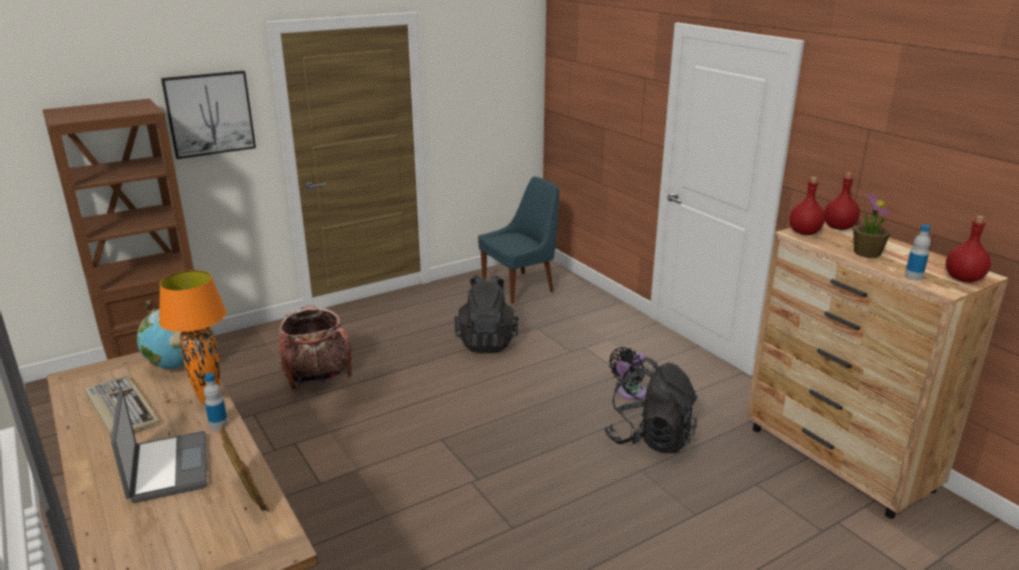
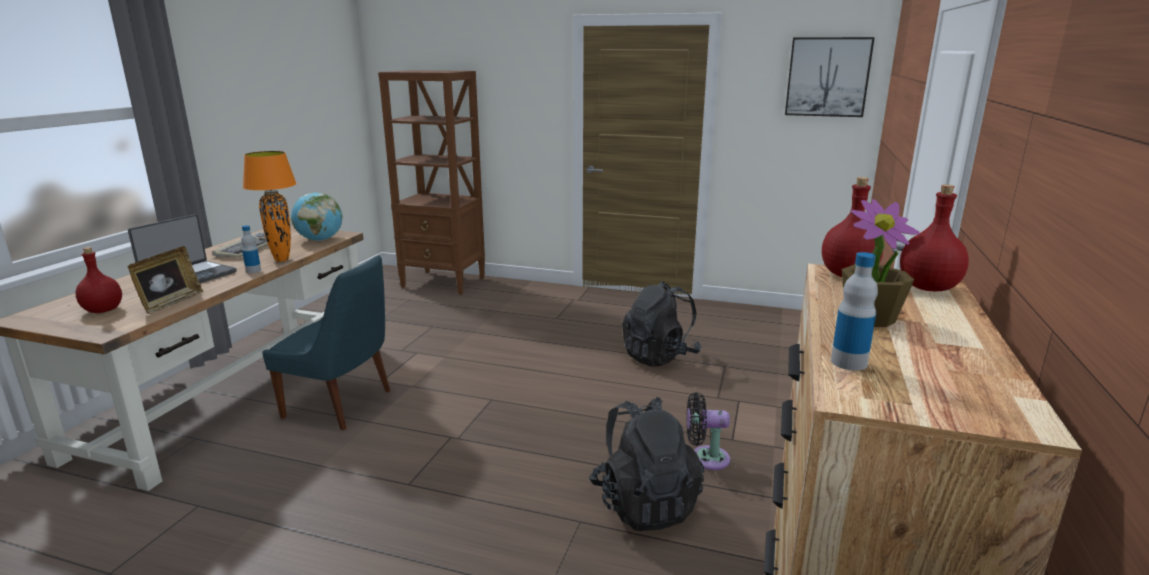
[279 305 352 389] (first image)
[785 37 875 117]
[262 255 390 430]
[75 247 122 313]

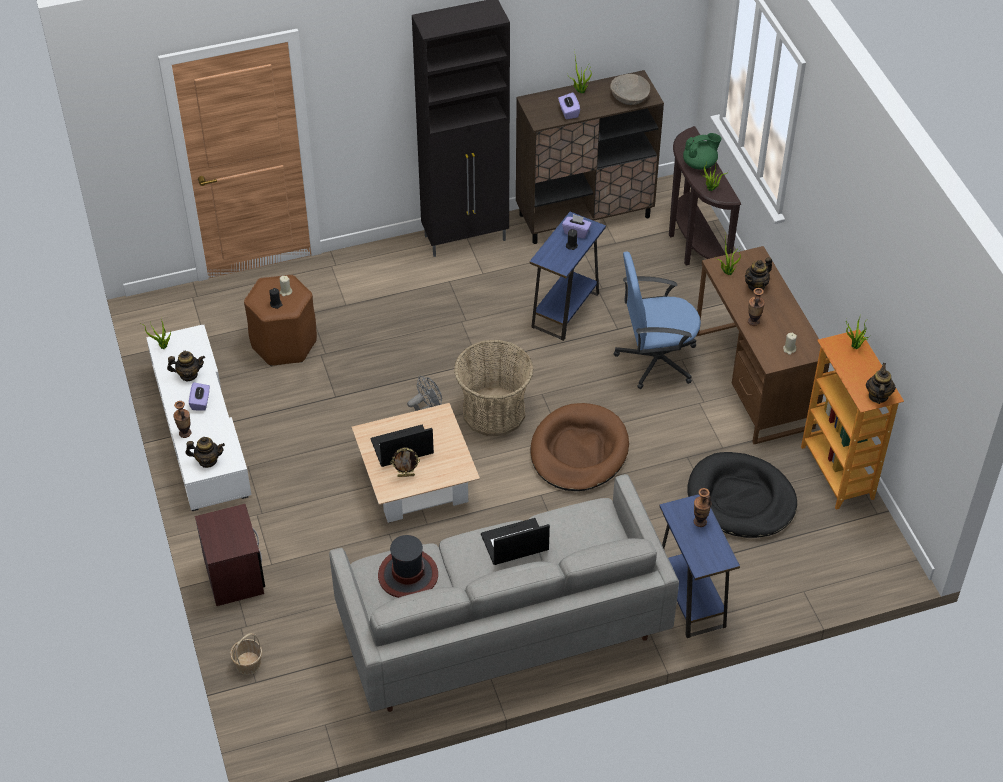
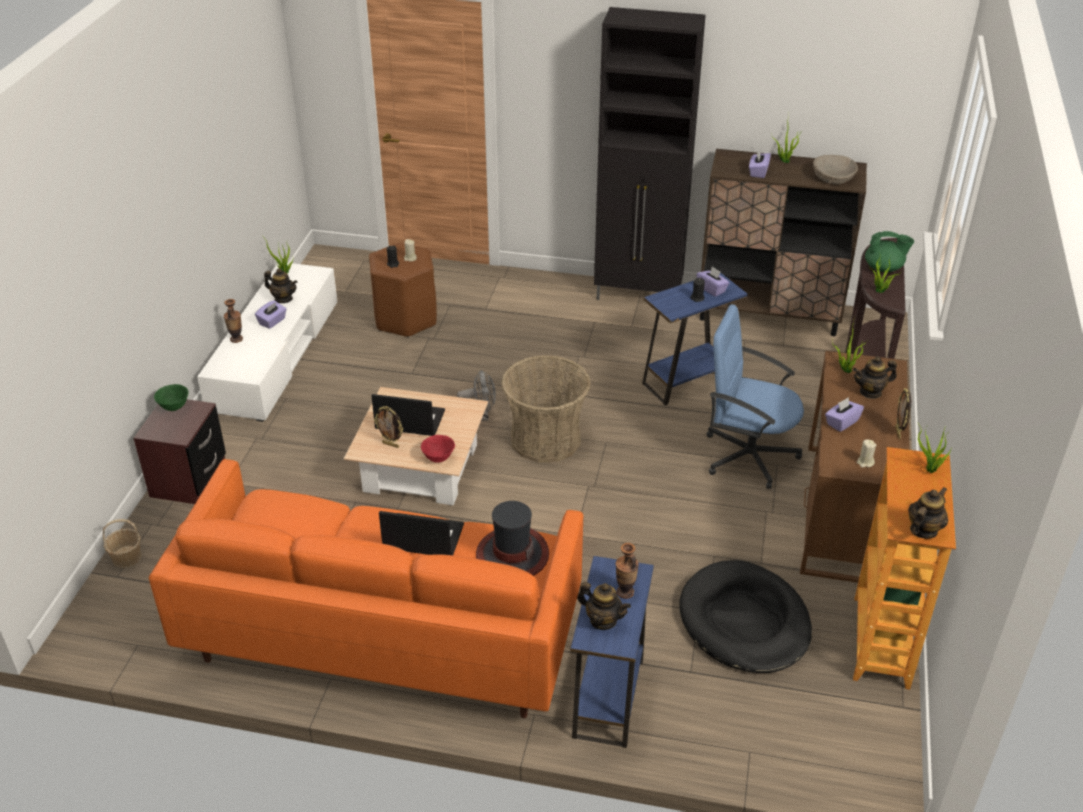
[530 403 629 491] (first image)
[154 384 189 411]
[421 435 455 463]
[895 388 911 439]
[577 582 631 630]
[476 501 549 576]
[825 397 864 432]
[149 459 583 718]

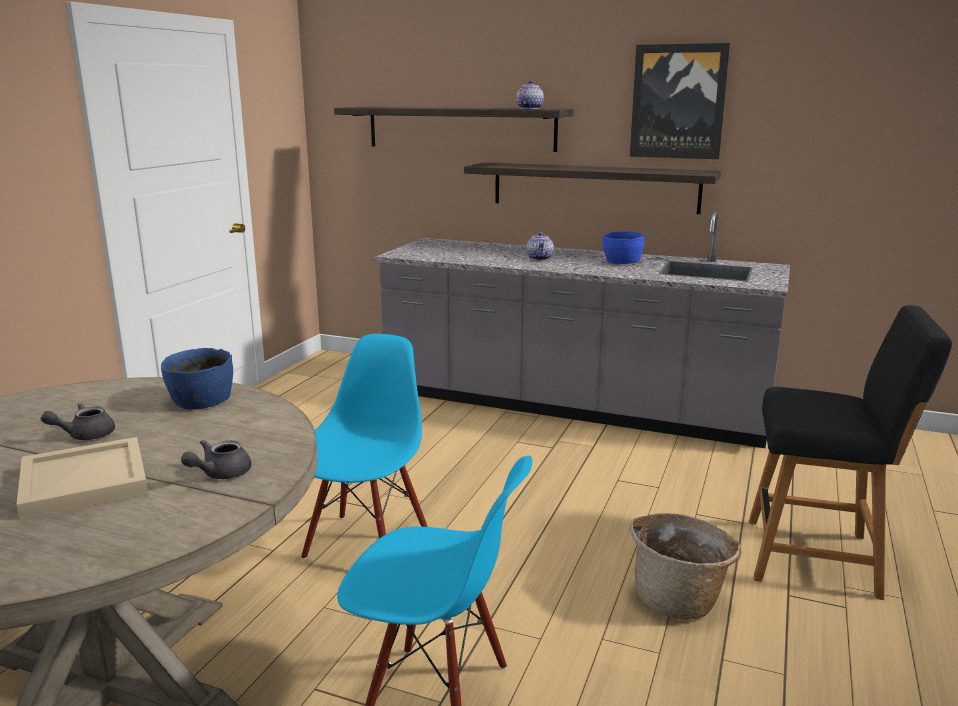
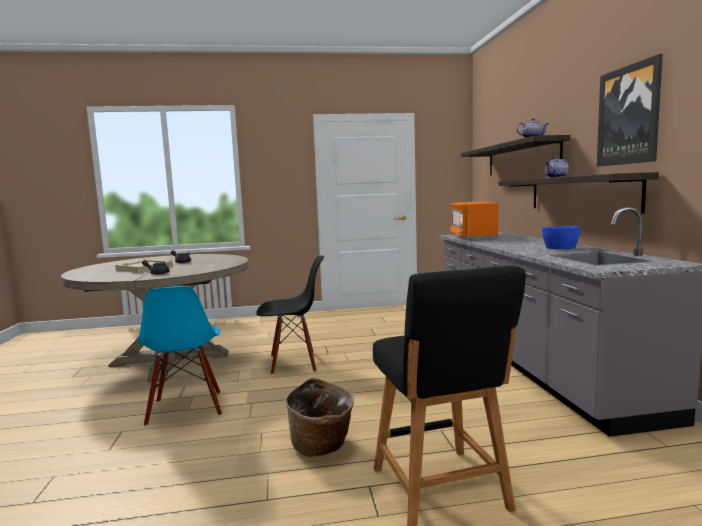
[161 348 233 410] (first image)
[450 202 498 240]
[545 156 569 178]
[256 255 324 375]

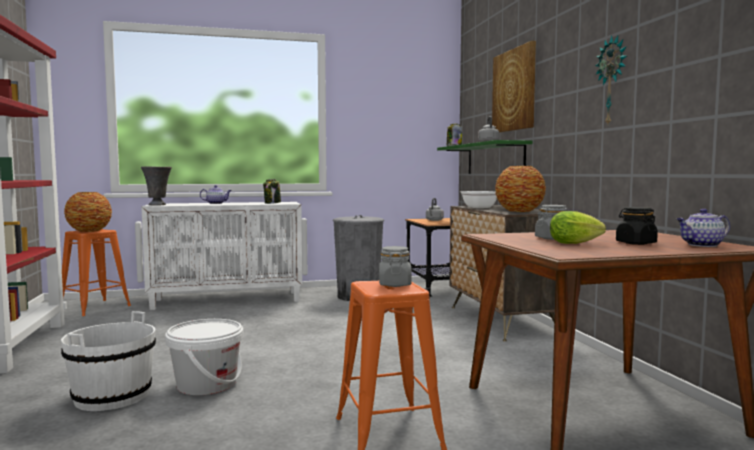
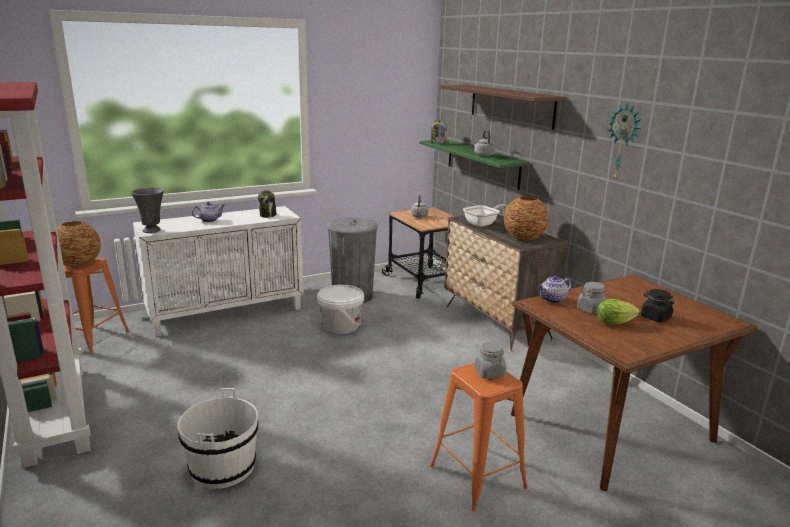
[317 285 364 334]
[538 276 572 303]
[440 85 567 130]

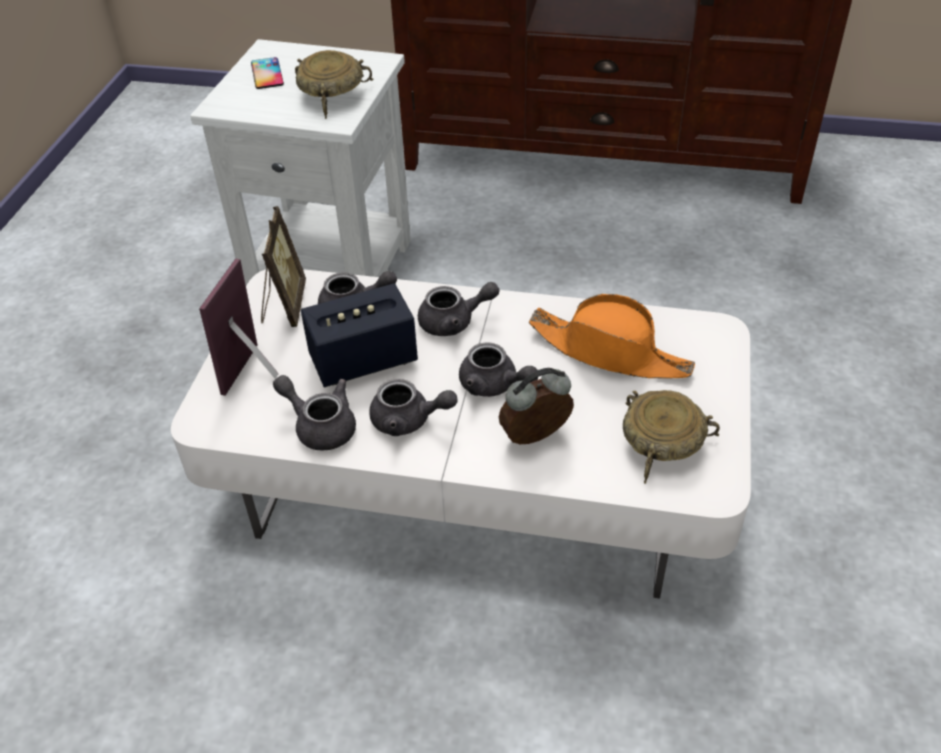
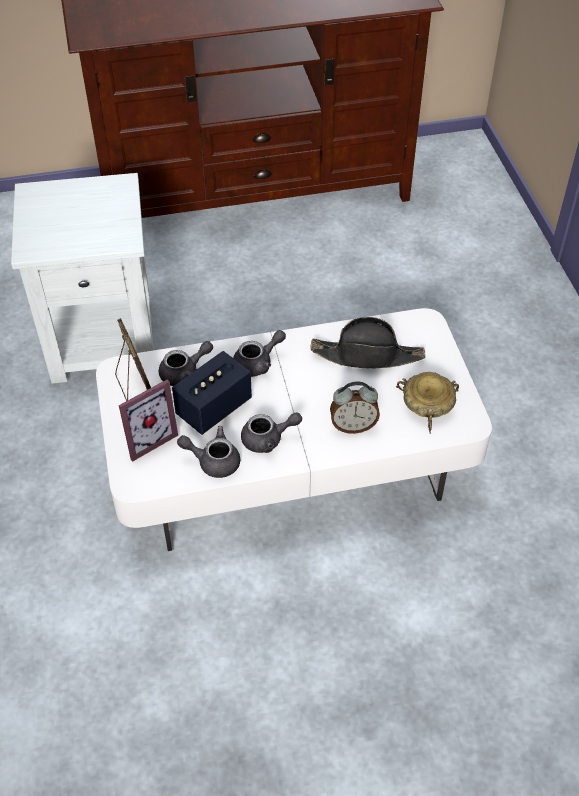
[251 57 284 89] (first image)
[295 50 373 119] (first image)
[459 342 538 397] (first image)
[310 317 425 369]
[119 379 178 462]
[330 381 380 434]

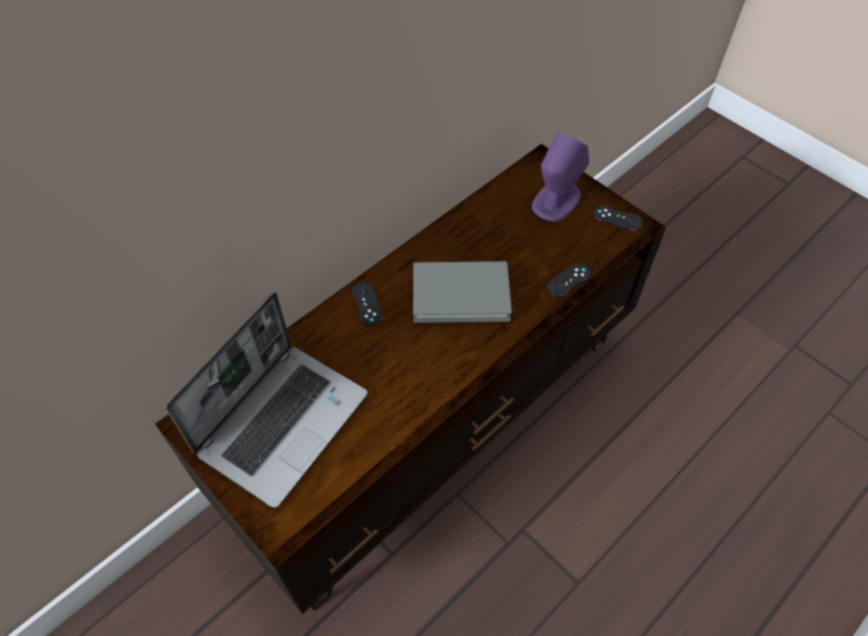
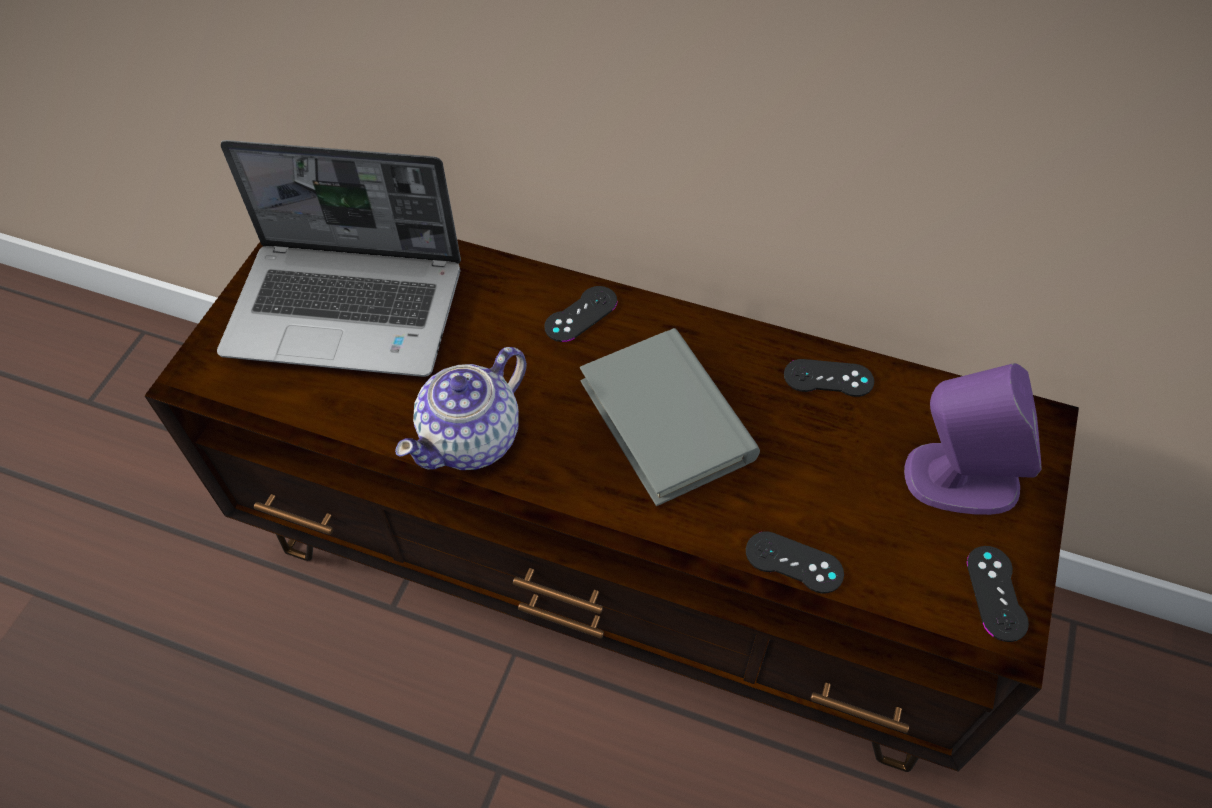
[395 347 527 470]
[784 359 874 397]

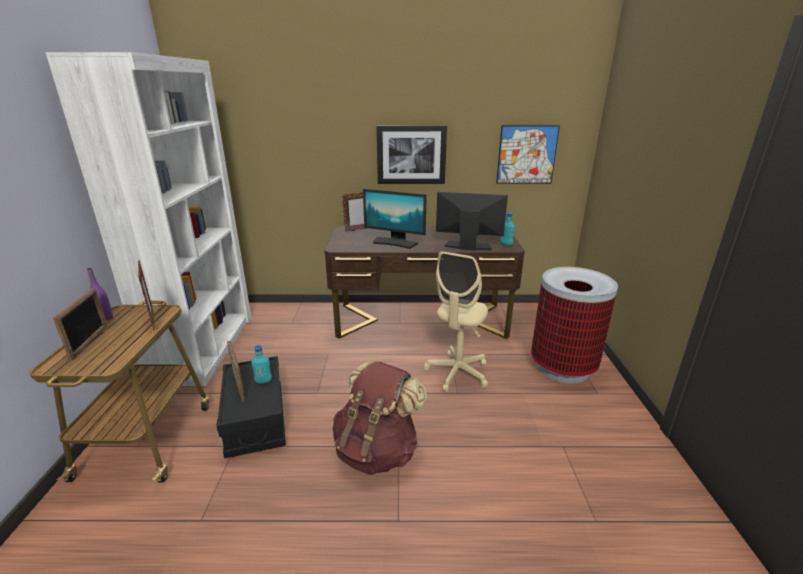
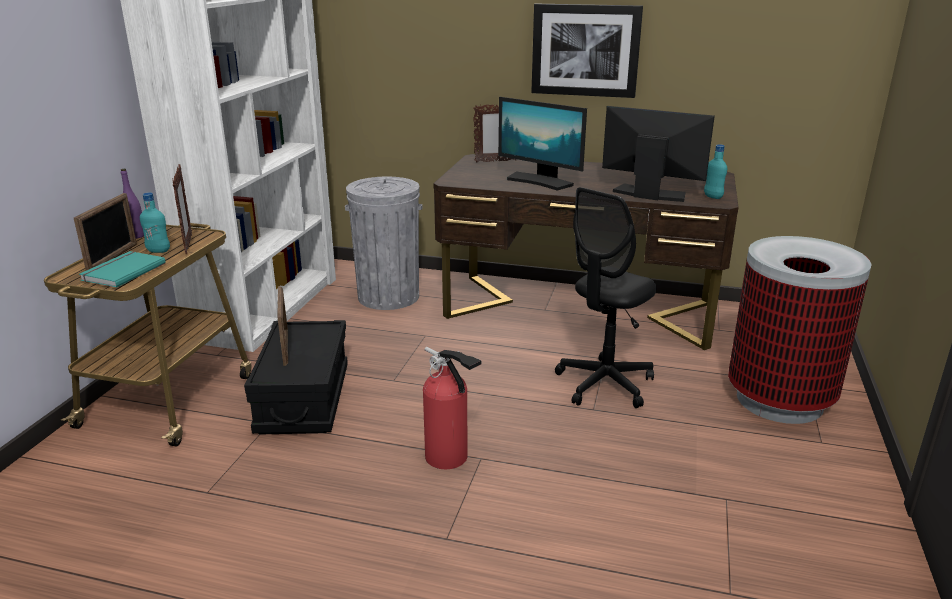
[496 125 560 184] (first image)
[79 251 166 288]
[345 177 423 310]
[140 192 170 253]
[423 347 482 469]
[555 187 656 408]

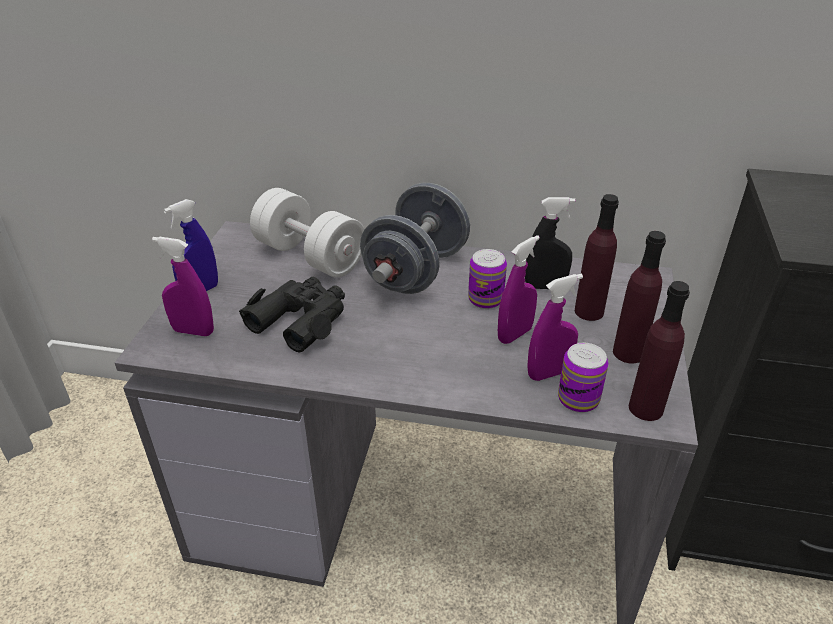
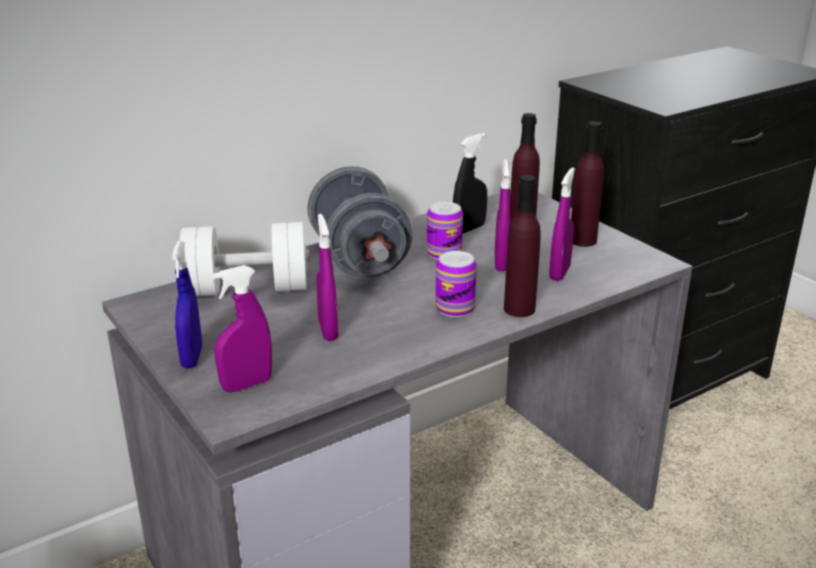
[435 251 477 317]
[504 175 541 317]
[317 214 338 341]

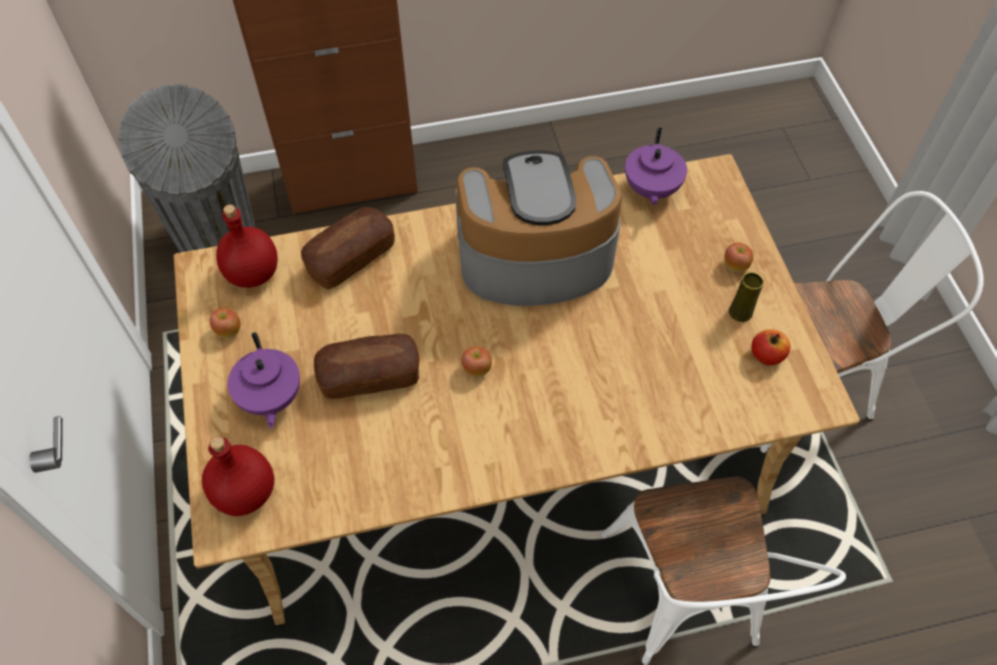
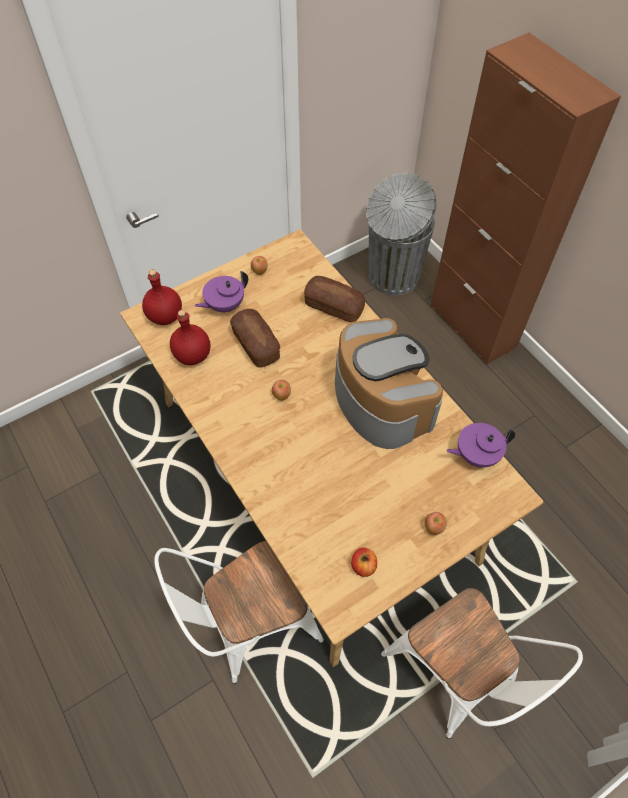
[729 272 764 322] (first image)
[170 310 211 365]

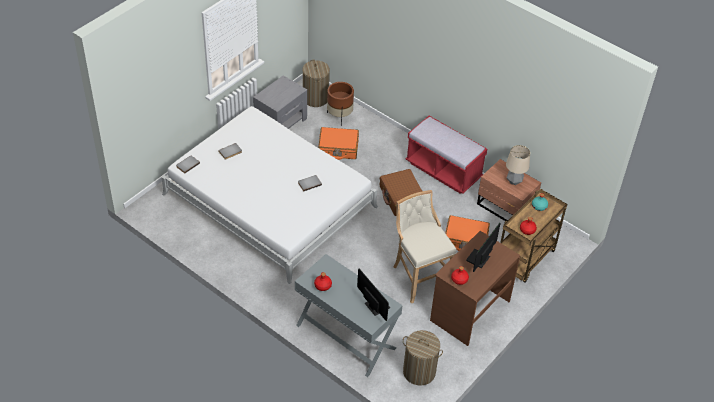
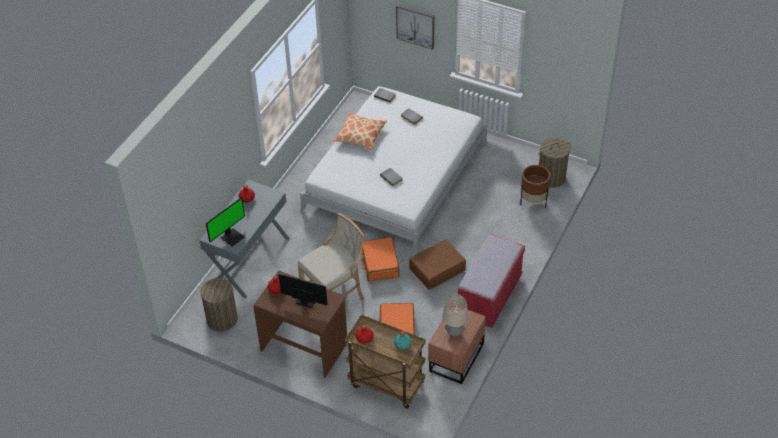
[253 75 307 129] (first image)
[333 112 387 150]
[396 5 435 50]
[361 237 400 282]

